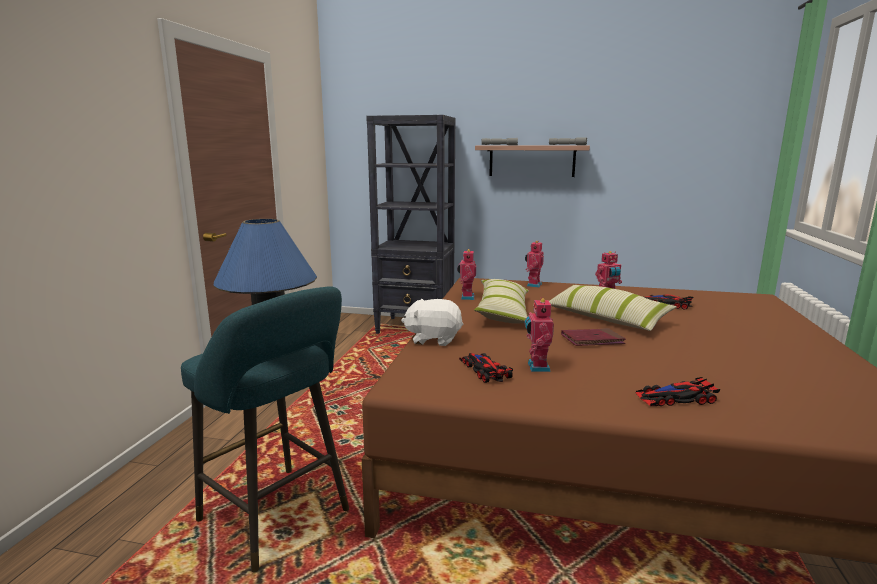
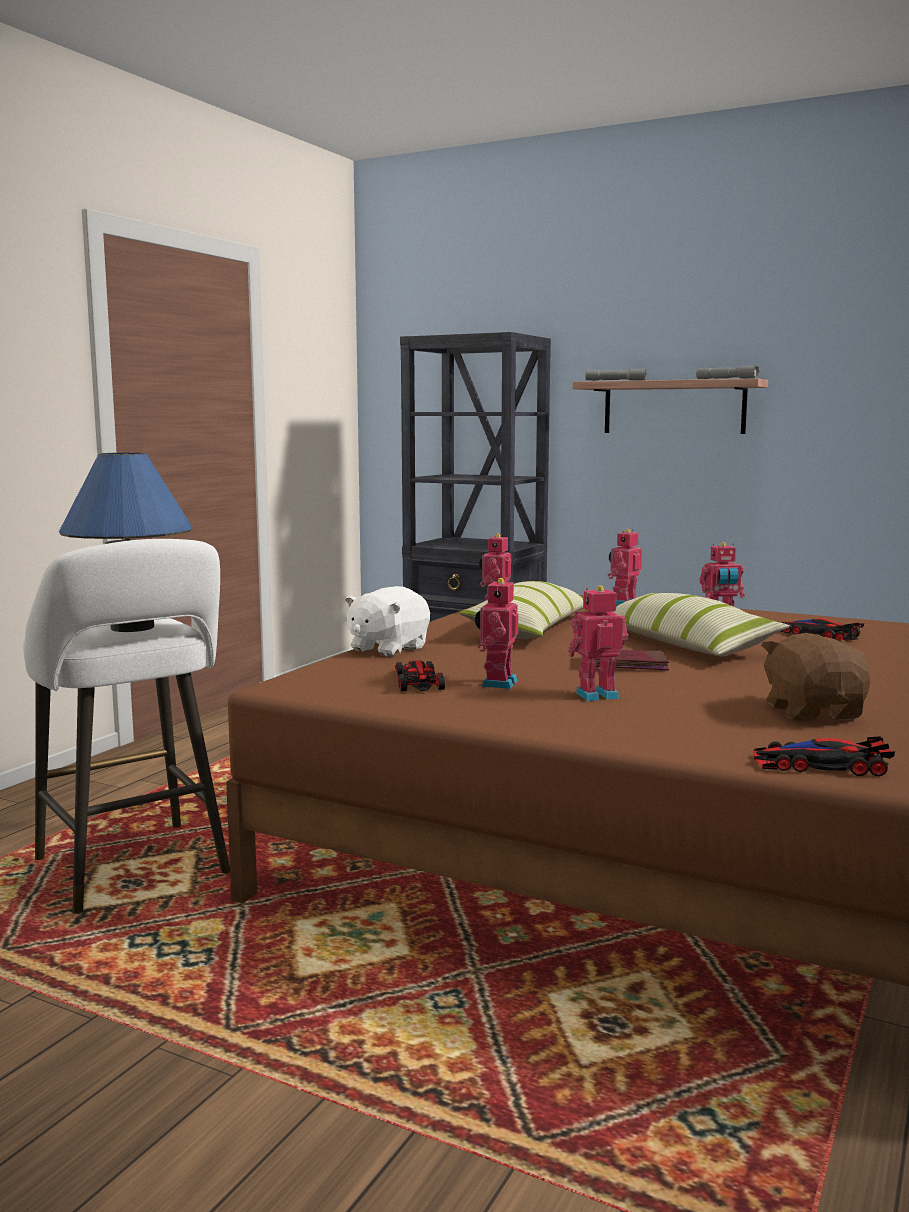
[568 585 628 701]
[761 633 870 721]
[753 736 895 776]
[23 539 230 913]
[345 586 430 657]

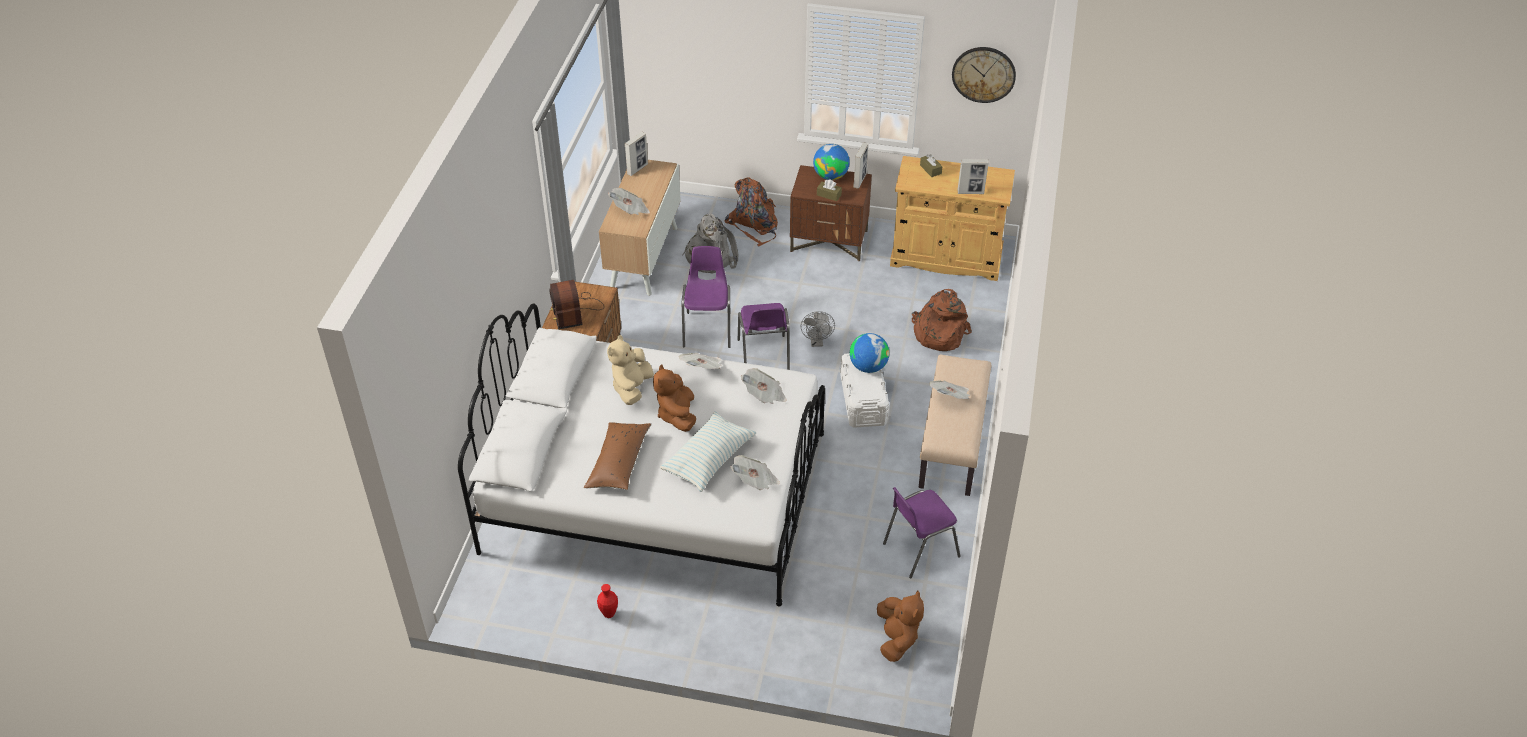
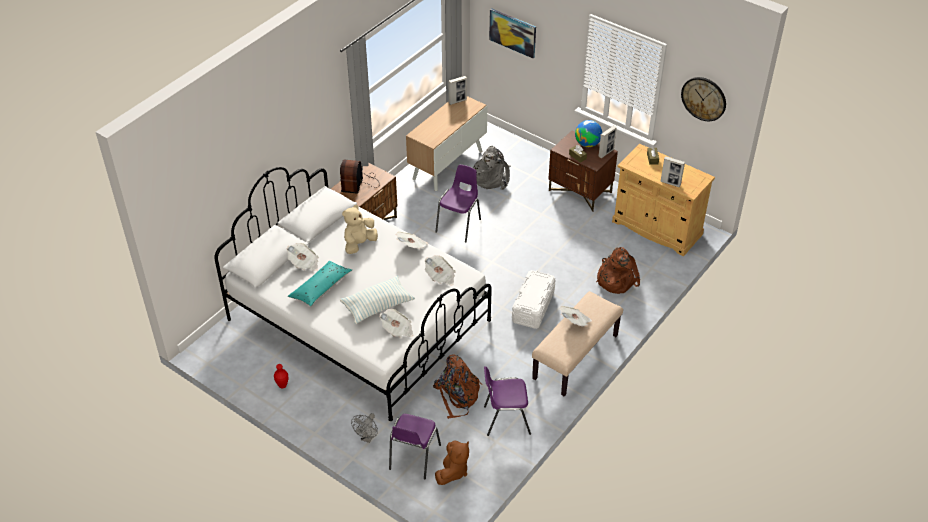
[653 364 696 432] (first image)
[850 333 889 373] (first image)
[489 8 536 58]
[287 243 319 271]
[433 355 482 419]
[389 414 441 480]
[351 413 378 443]
[288 261 352 306]

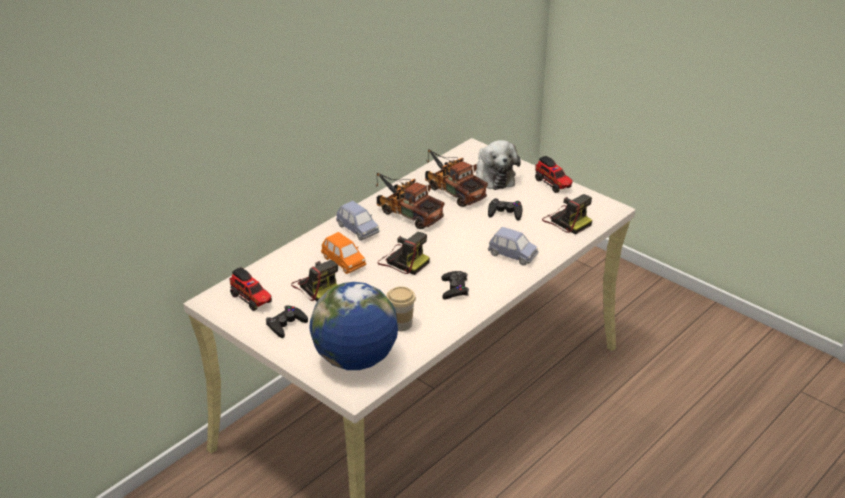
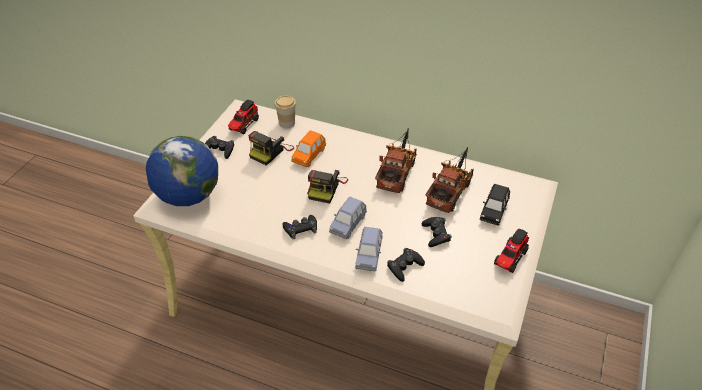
[542 194 592 235] (first image)
[387 248 425 282]
[329 197 367 239]
[274 95 296 128]
[480 184 510 226]

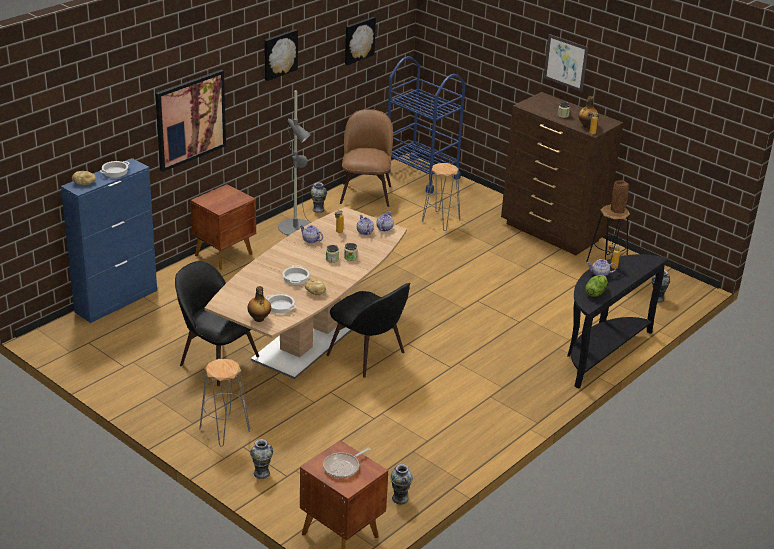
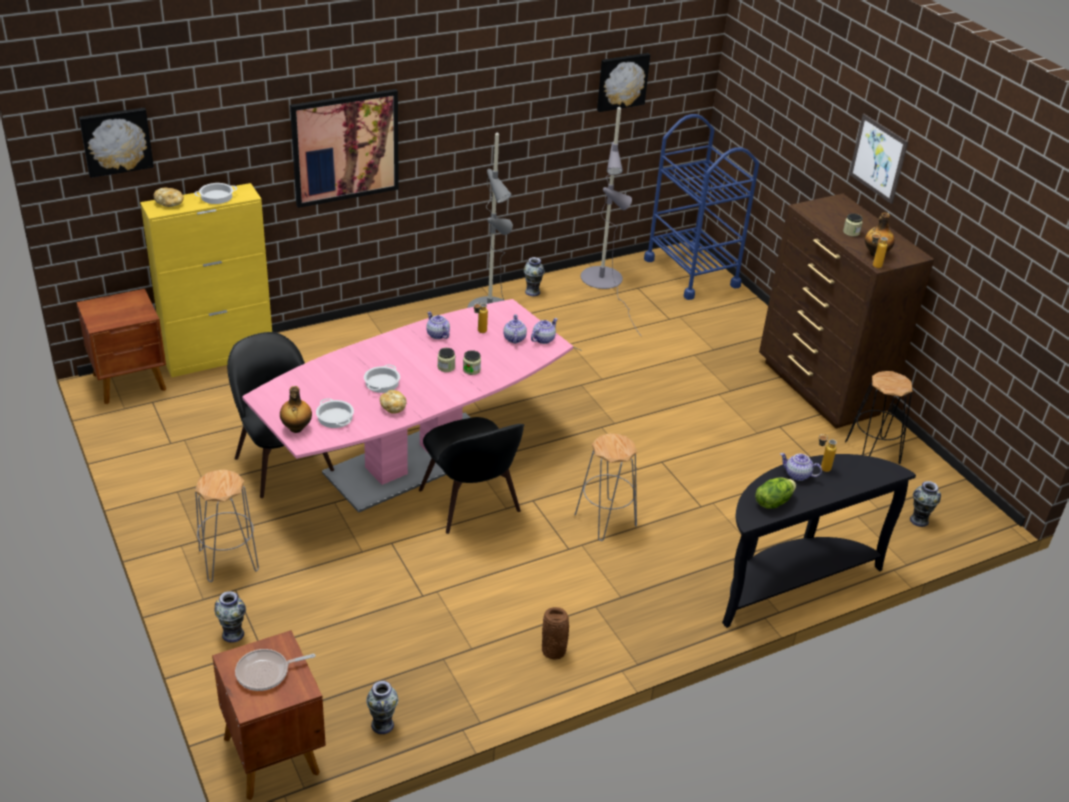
[76 289 166 404]
[79 108 154 178]
[575 433 637 541]
[542 607 569 660]
[581 107 641 336]
[140 183 272 377]
[242 299 573 513]

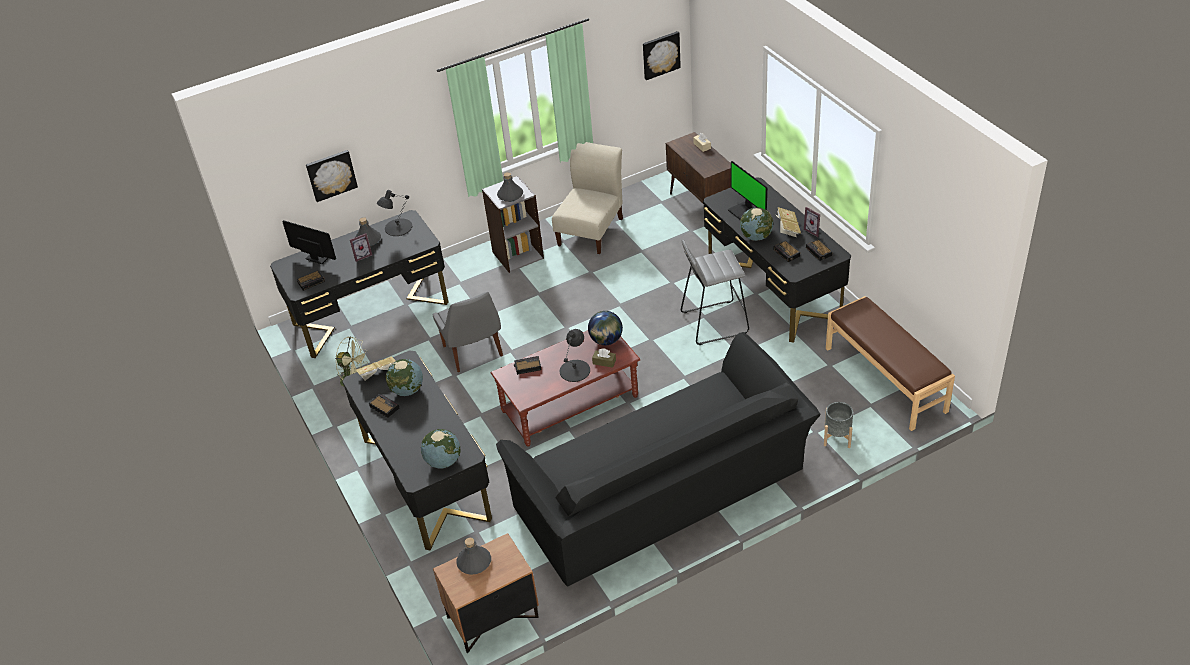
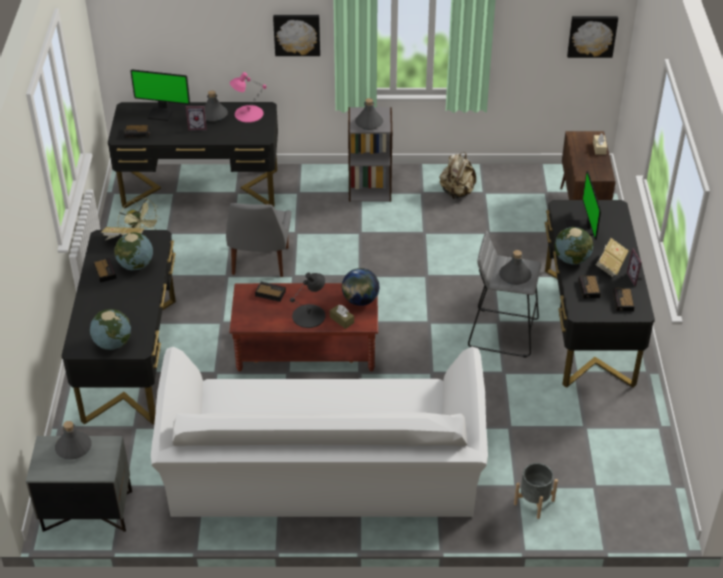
[826 296 955 431] (first image)
[499 250 531 285]
[273 15 320 56]
[440 152 476 199]
[230 72 266 123]
[26 436 132 532]
[151 347 488 517]
[131 69 190 121]

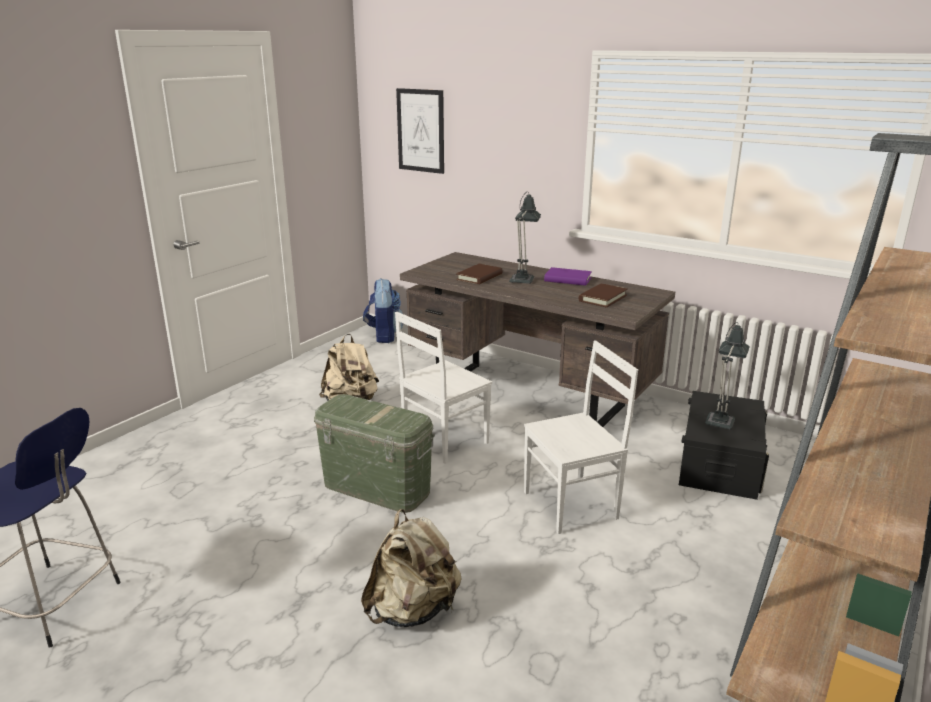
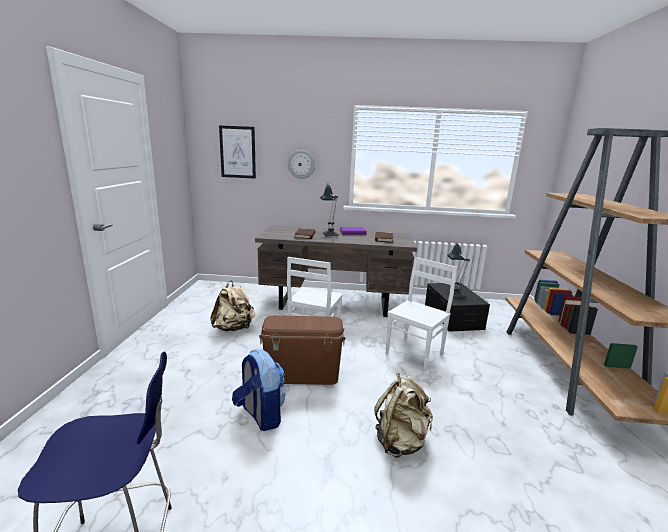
[288 150 315 179]
[232 349 285 431]
[259 315 345 385]

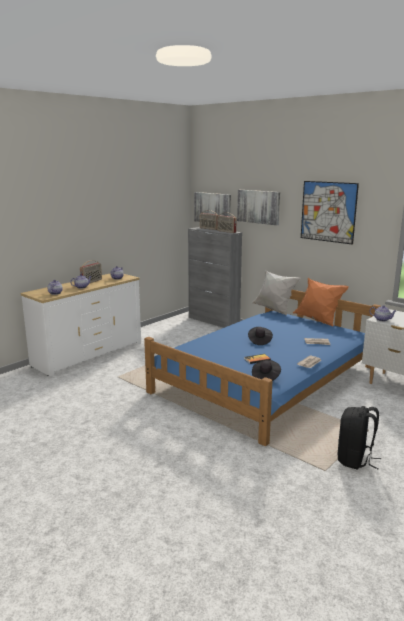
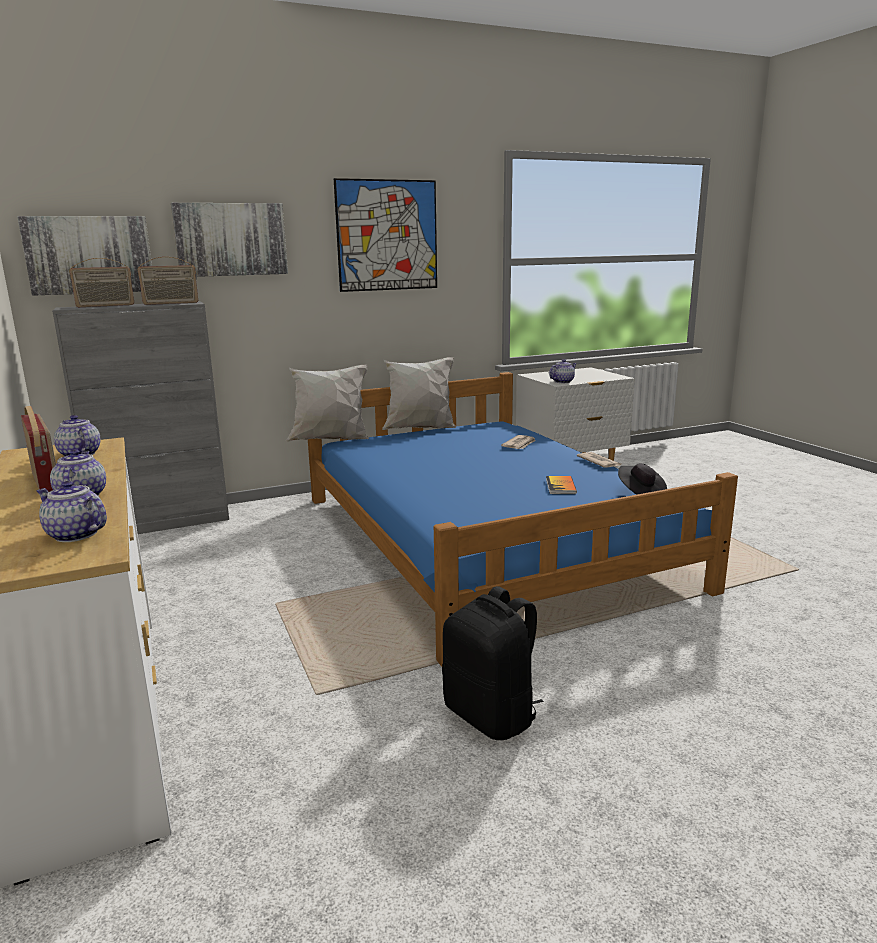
[248 327 273 345] (first image)
[442 586 543 740]
[382 357 456 430]

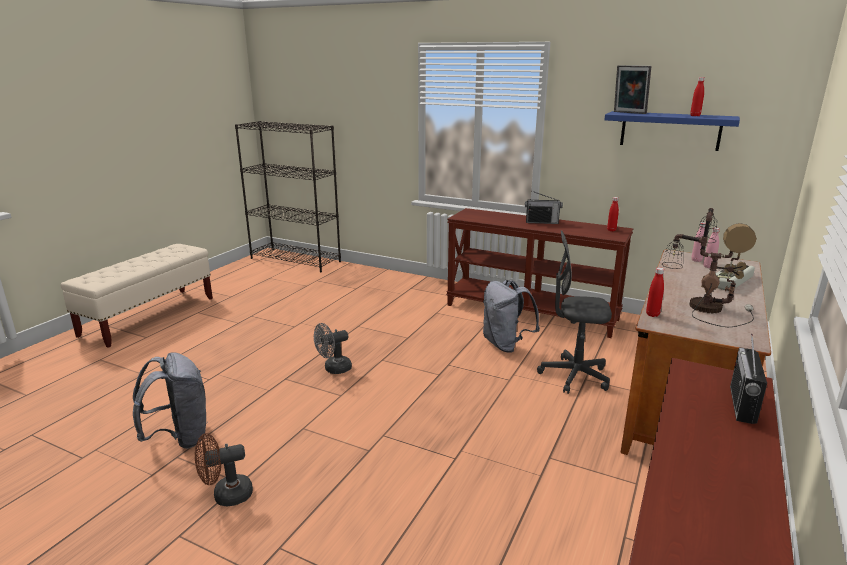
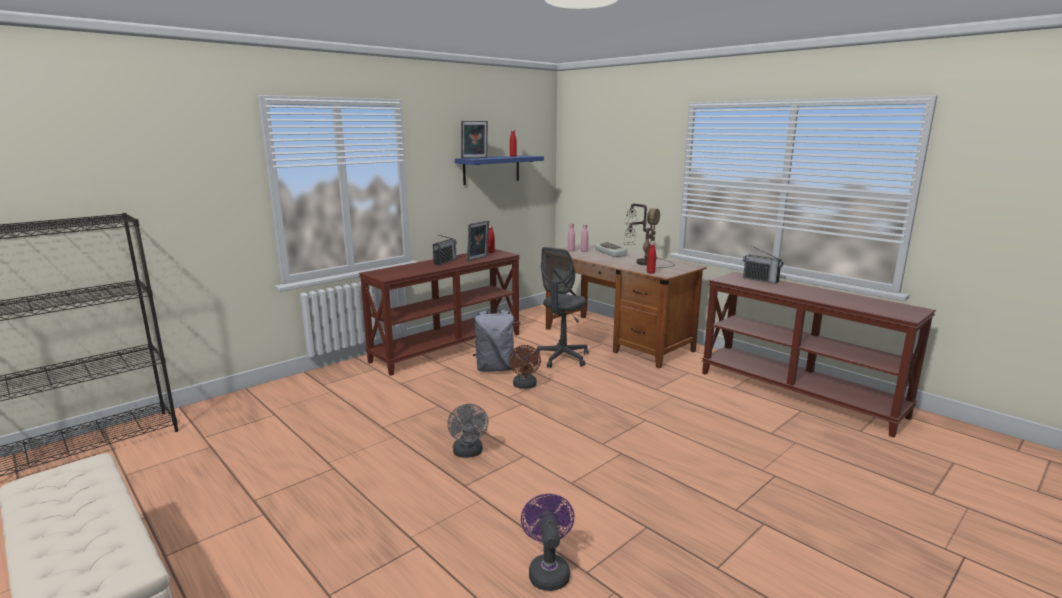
[467 220 489 261]
[508 345 541 389]
[521 494 575 591]

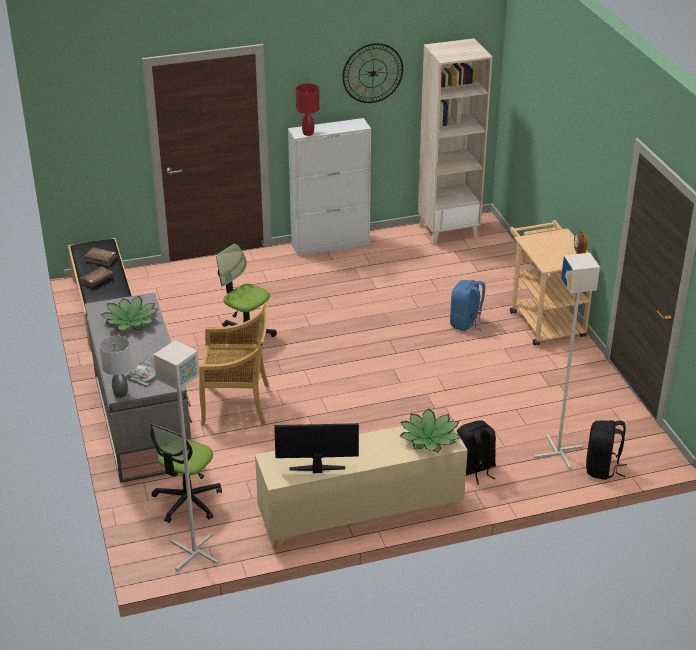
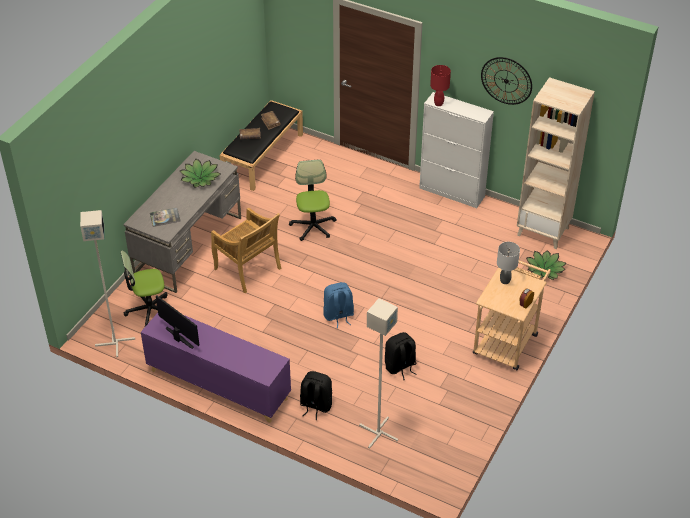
[497 242 520 284]
[526 250 566 280]
[323 282 354 328]
[385 332 417 380]
[141 313 291 423]

